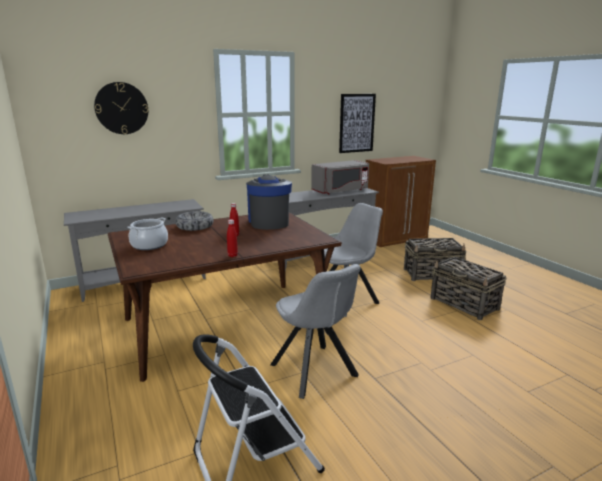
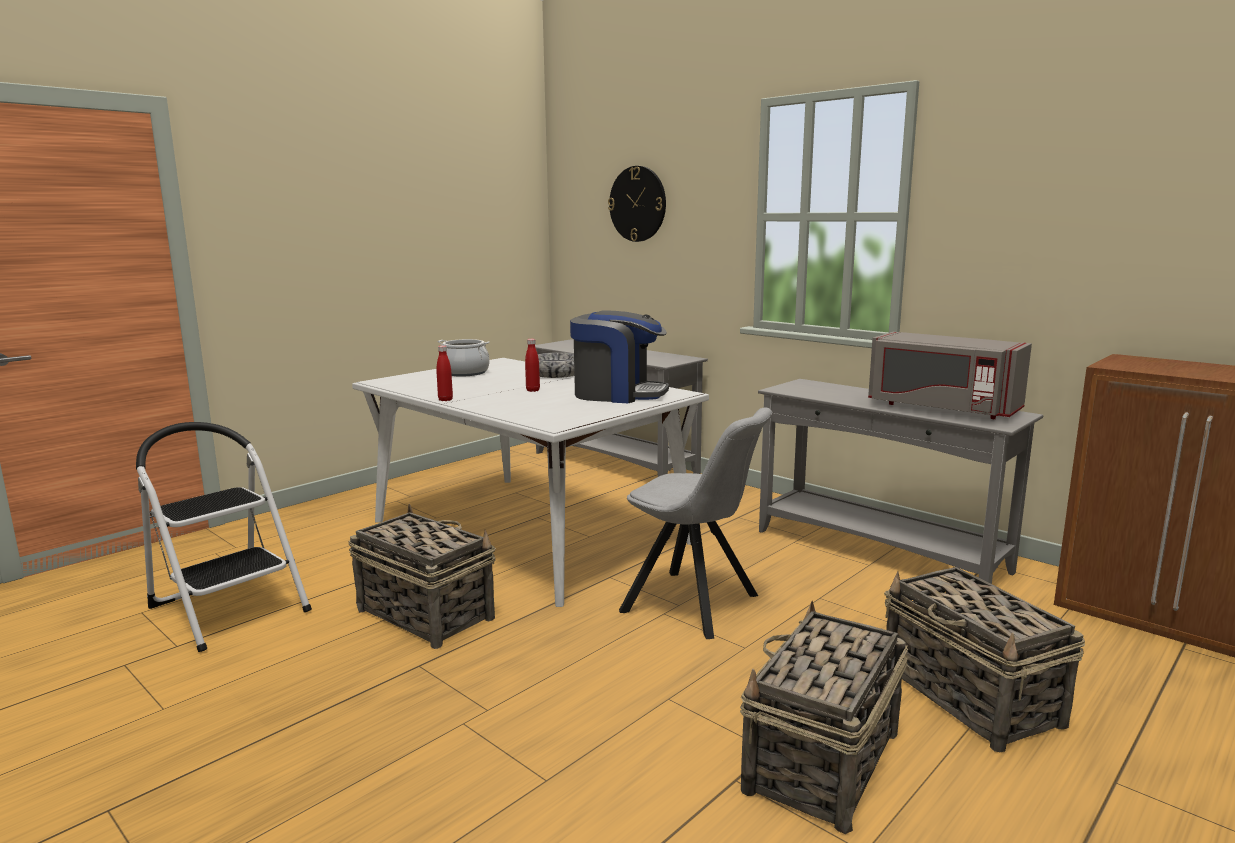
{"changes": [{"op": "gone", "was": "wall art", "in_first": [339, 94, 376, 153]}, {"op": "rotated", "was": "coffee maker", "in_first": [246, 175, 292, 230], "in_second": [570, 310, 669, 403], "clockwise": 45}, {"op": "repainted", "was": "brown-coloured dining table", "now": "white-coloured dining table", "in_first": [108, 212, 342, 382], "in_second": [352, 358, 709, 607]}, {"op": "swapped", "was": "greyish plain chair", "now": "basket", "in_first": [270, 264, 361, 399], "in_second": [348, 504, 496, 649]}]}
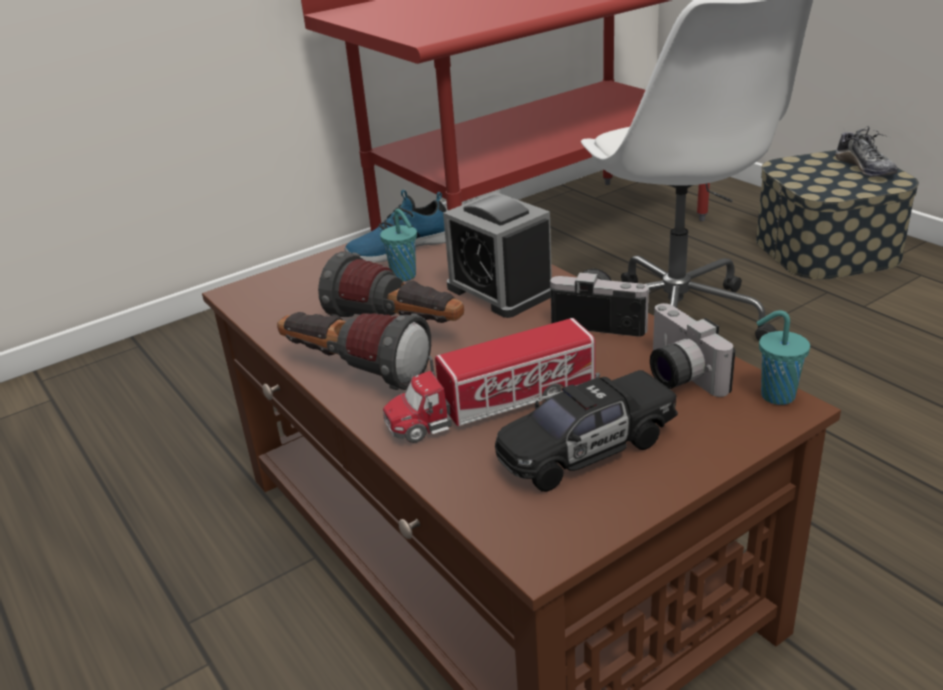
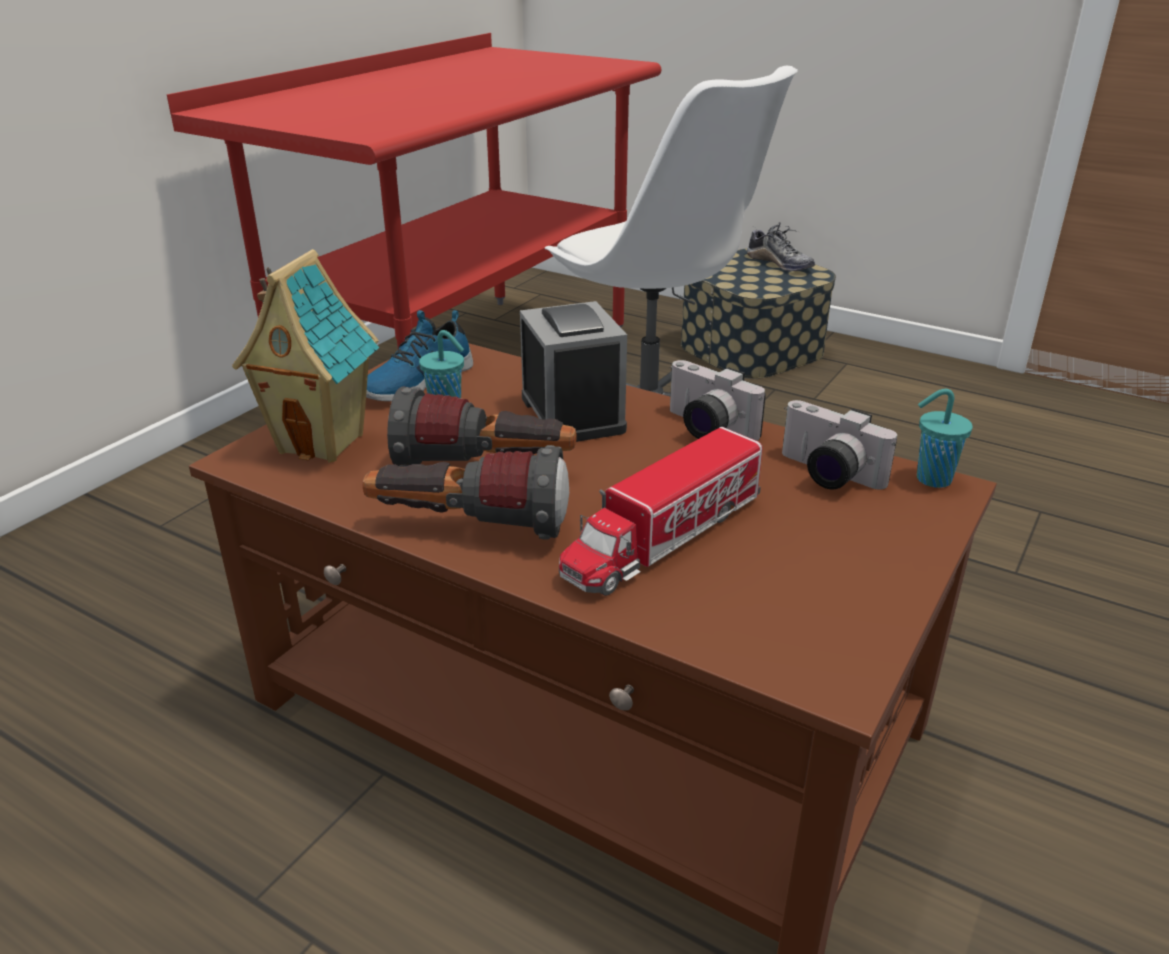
{"changes": [{"op": "rotated", "was": "bedside clock", "in_first": [443, 192, 552, 318], "in_second": [520, 301, 627, 442], "clockwise": -135}, {"op": "rotated", "was": "still camera", "in_first": [550, 269, 651, 337], "in_second": [670, 360, 766, 441], "clockwise": -135}, {"op": "gone", "was": "black-coloured model car", "in_first": [495, 370, 678, 492]}, {"op": "new", "now": "miniature house", "in_second": [232, 249, 379, 463]}]}
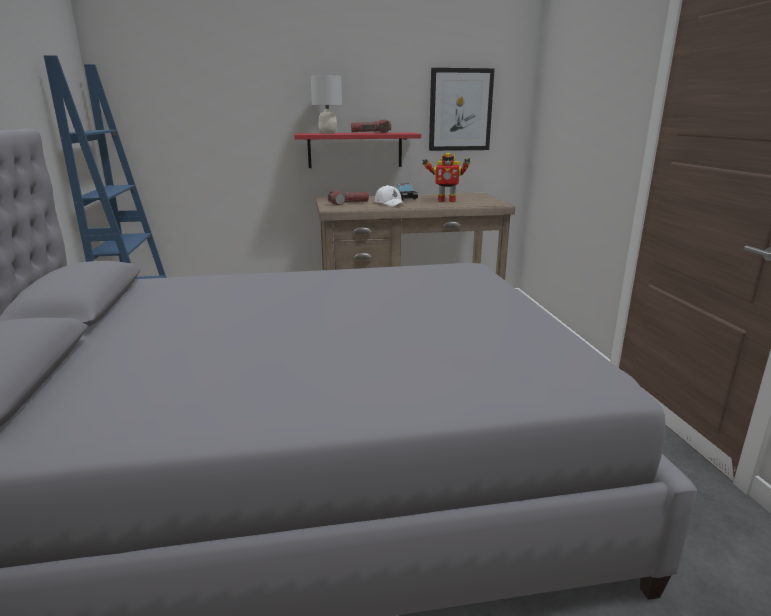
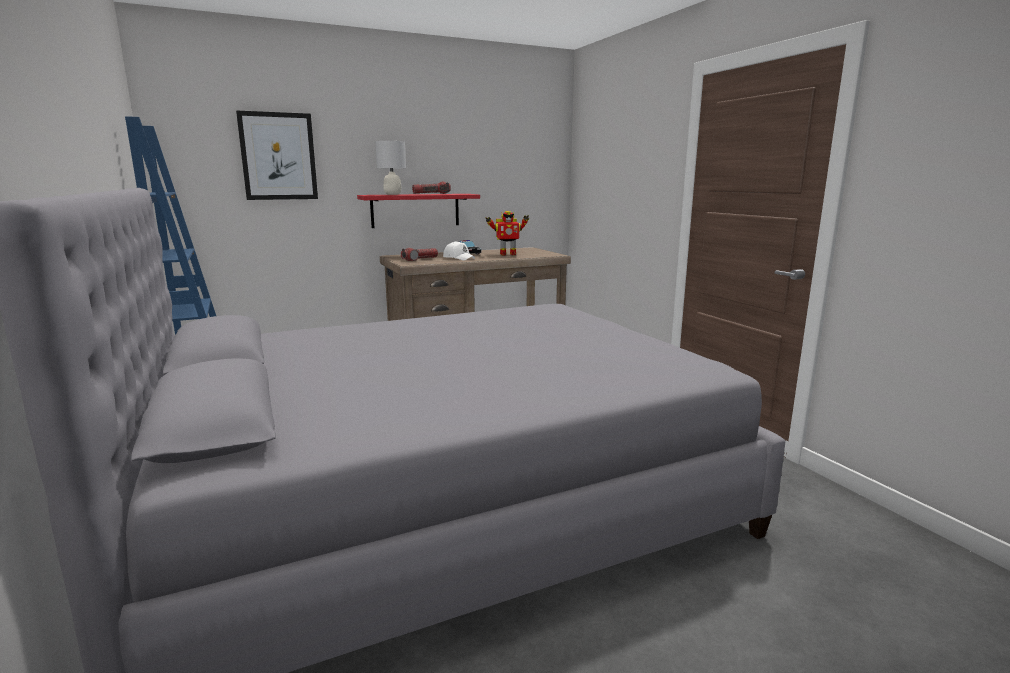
{"changes": [{"op": "shifted", "was": "wall art", "in_first": [429, 68, 495, 151], "in_second": [236, 110, 318, 200]}]}
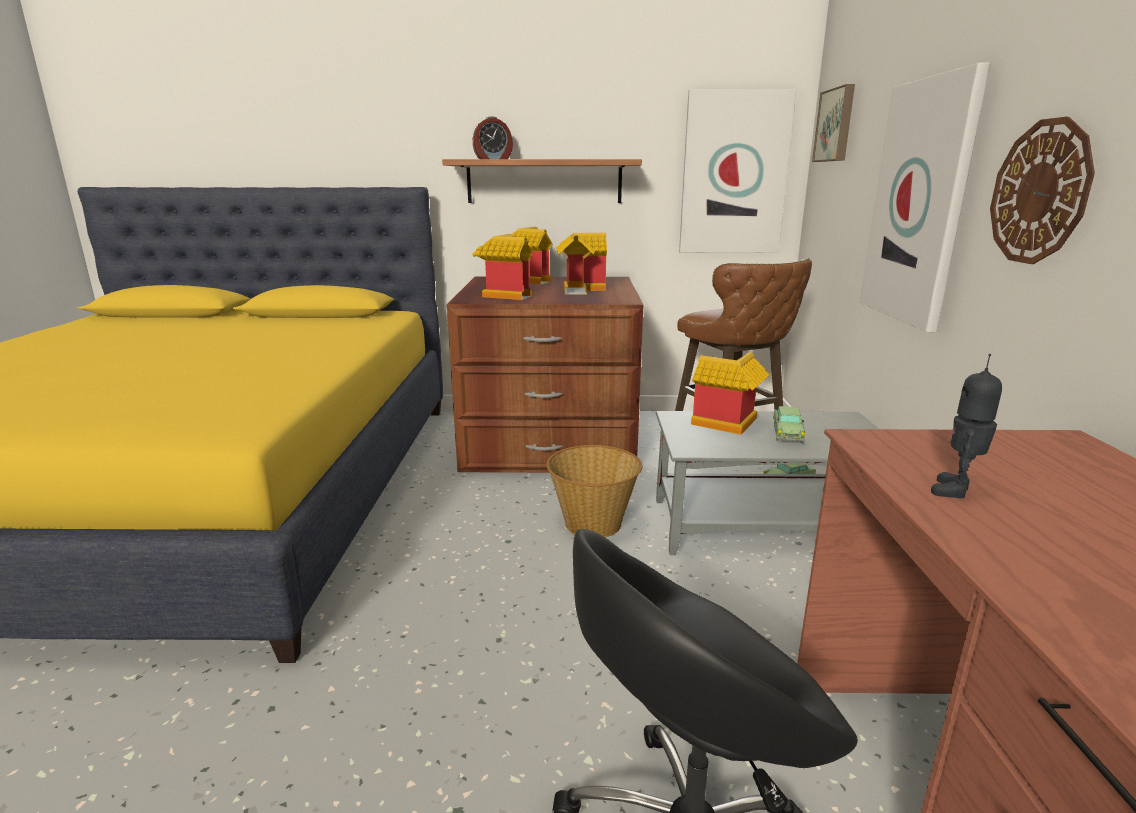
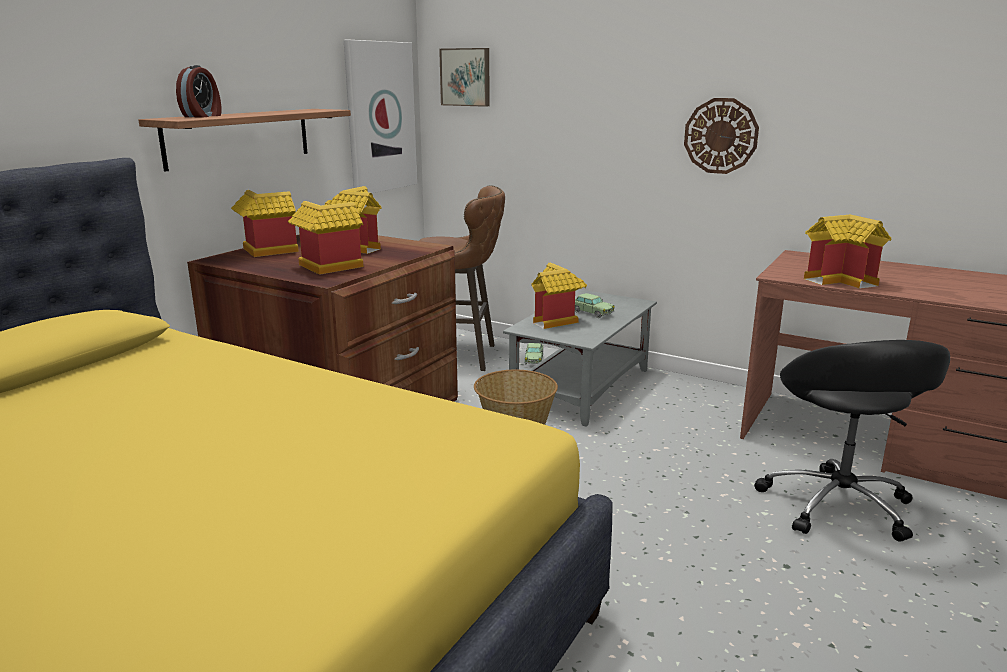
{"changes": [{"op": "gone", "was": "wall art", "in_first": [860, 62, 990, 332]}, {"op": "swapped", "was": "robot figure", "now": "miniature house", "in_first": [931, 354, 1002, 498], "in_second": [804, 215, 891, 289]}]}
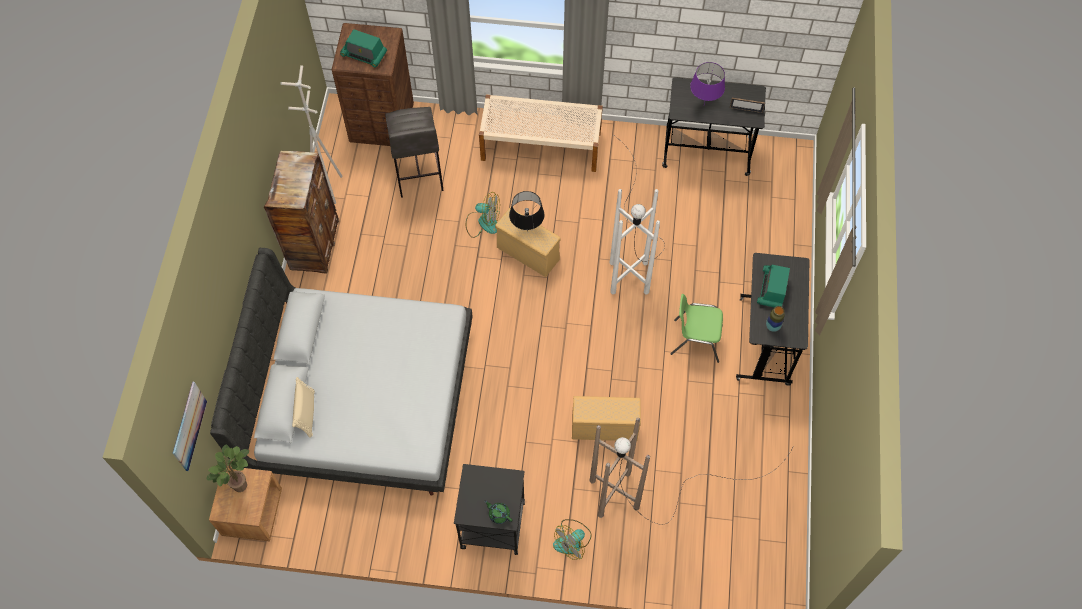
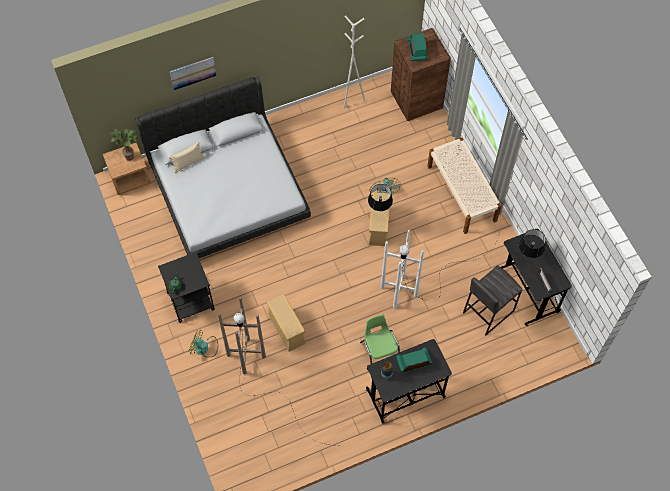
{"changes": [{"op": "repainted", "was": "purplish lamp for a table", "now": "black-coloured lamp for a table", "in_first": [690, 62, 725, 104], "in_second": [519, 229, 546, 258]}, {"op": "shifted", "was": "greyish stool seat", "in_first": [385, 107, 444, 198], "in_second": [463, 265, 523, 335]}, {"op": "gone", "was": "brown-coloured cupboard", "in_first": [264, 151, 339, 274]}, {"op": "shifted", "was": "wall art", "in_first": [173, 382, 207, 471], "in_second": [170, 57, 216, 90]}]}
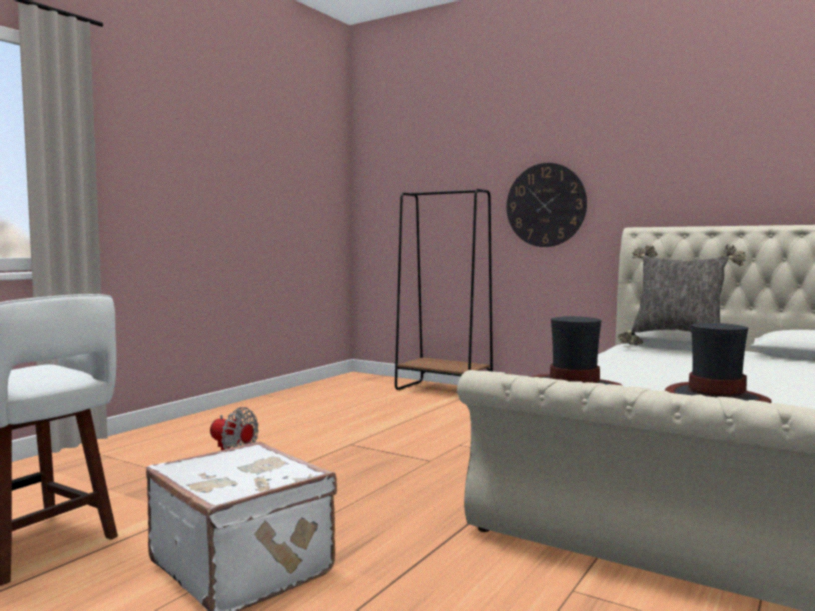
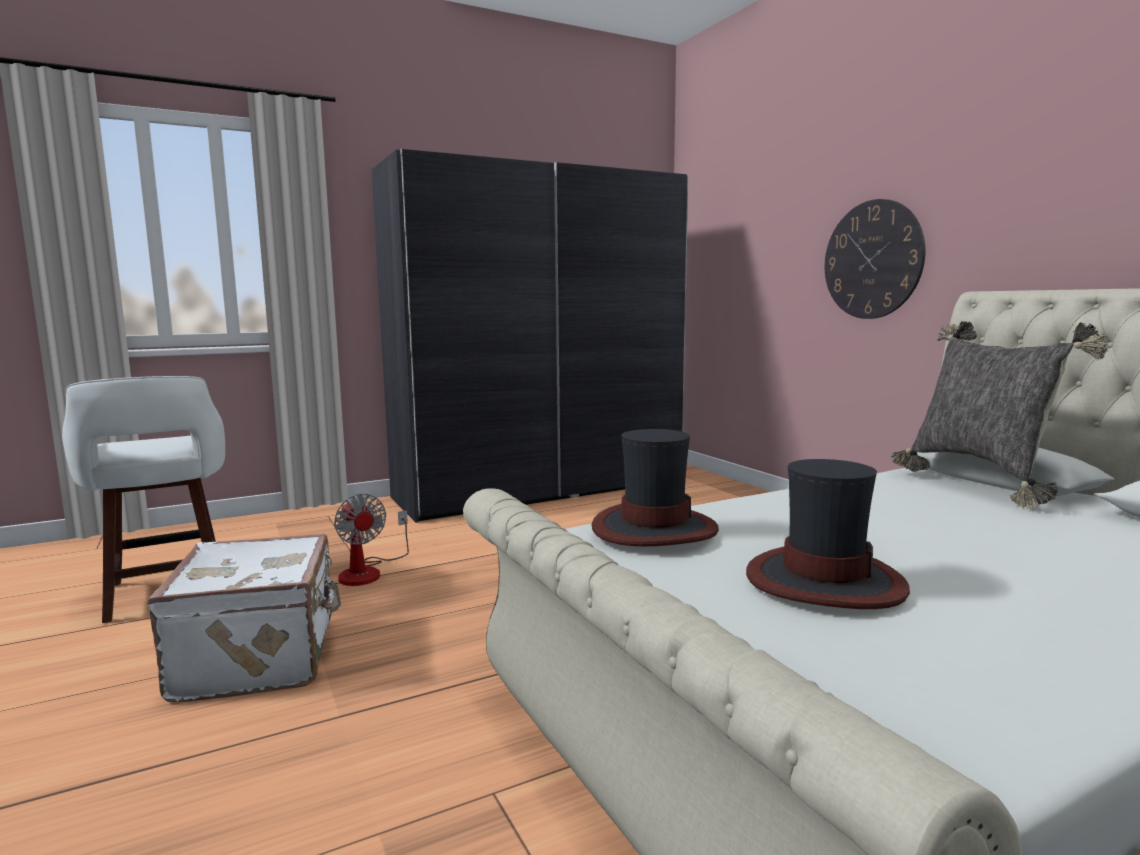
{"changes": [{"op": "gone", "was": "garment rack", "in_first": [395, 189, 493, 390]}, {"op": "new", "now": "greyish clothes cupboard", "in_second": [372, 149, 688, 523]}]}
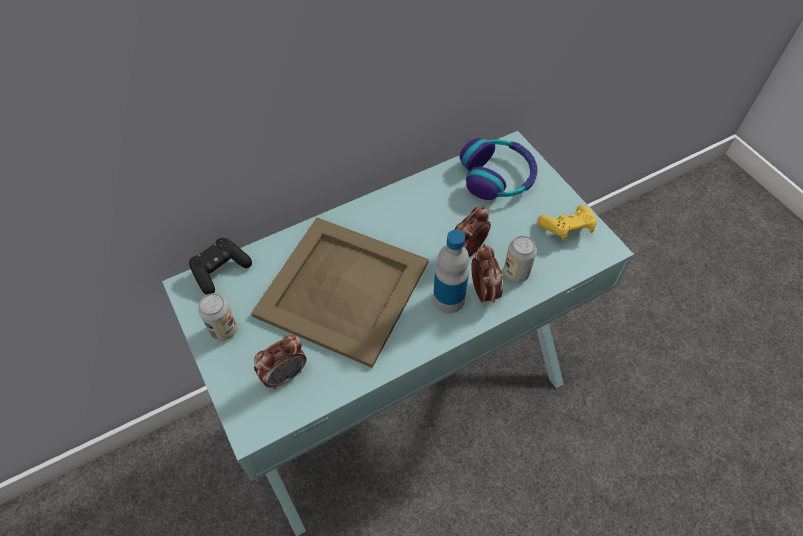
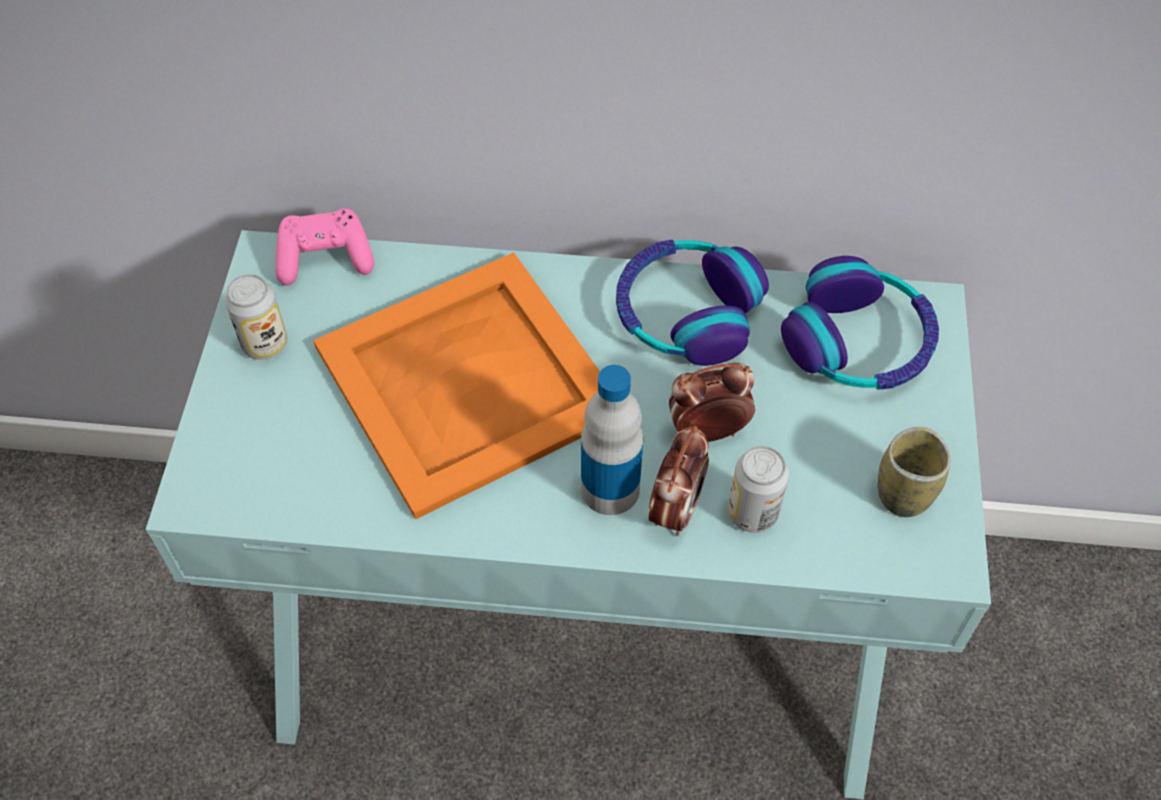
{"changes": [{"op": "swapped", "was": "yellow joypad", "now": "cup", "in_first": [537, 205, 597, 241], "in_second": [878, 427, 950, 517]}, {"op": "repainted", "was": "beige serving tray", "now": "orangey serving tray", "in_first": [251, 217, 429, 368], "in_second": [313, 252, 600, 520]}, {"op": "repainted", "was": "black-coloured joypad", "now": "pink joypad", "in_first": [189, 238, 252, 295], "in_second": [275, 208, 374, 286]}, {"op": "gone", "was": "bedside clock", "in_first": [254, 335, 306, 389]}, {"op": "new", "now": "pair of headphones", "in_second": [616, 240, 769, 366]}]}
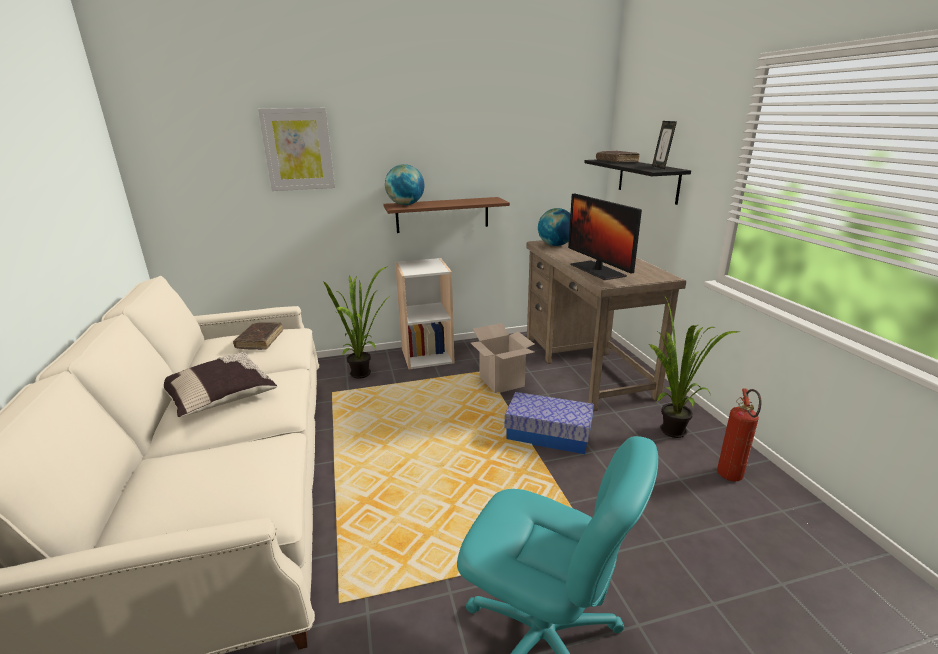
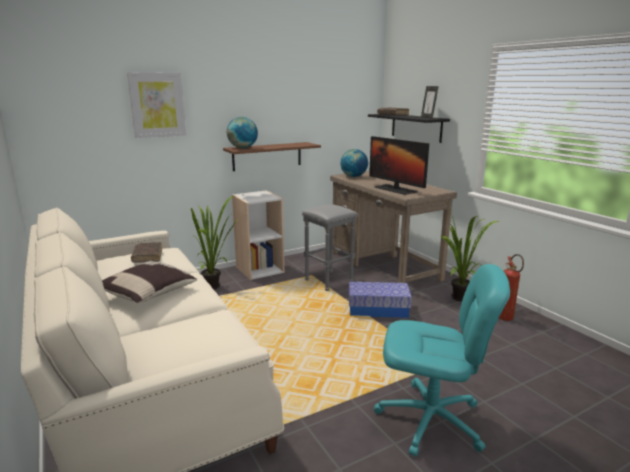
{"changes": [{"op": "swapped", "was": "cardboard box", "now": "greyish stool seat", "in_first": [471, 323, 535, 393], "in_second": [302, 204, 358, 291]}]}
